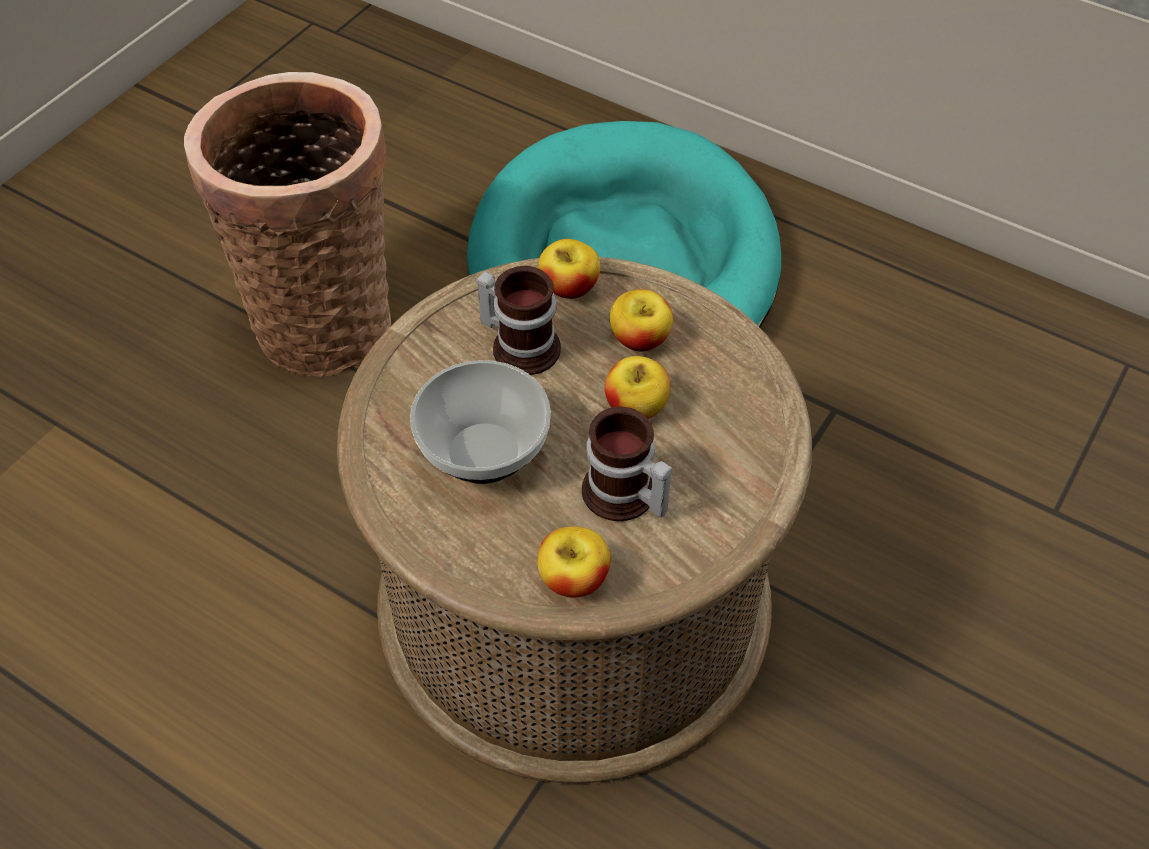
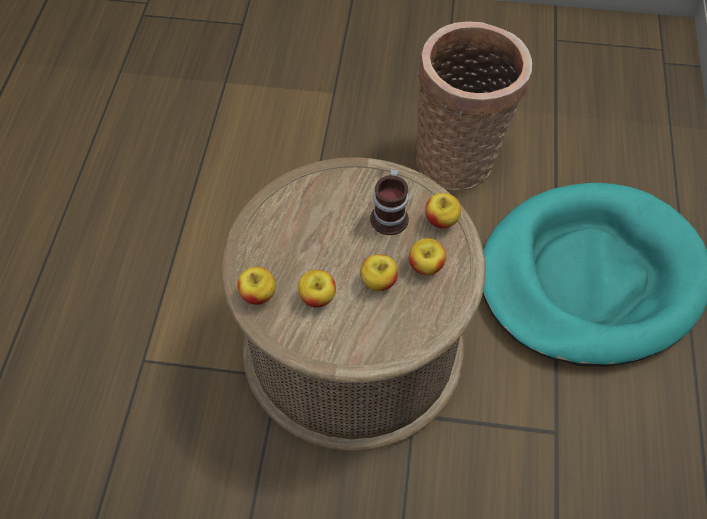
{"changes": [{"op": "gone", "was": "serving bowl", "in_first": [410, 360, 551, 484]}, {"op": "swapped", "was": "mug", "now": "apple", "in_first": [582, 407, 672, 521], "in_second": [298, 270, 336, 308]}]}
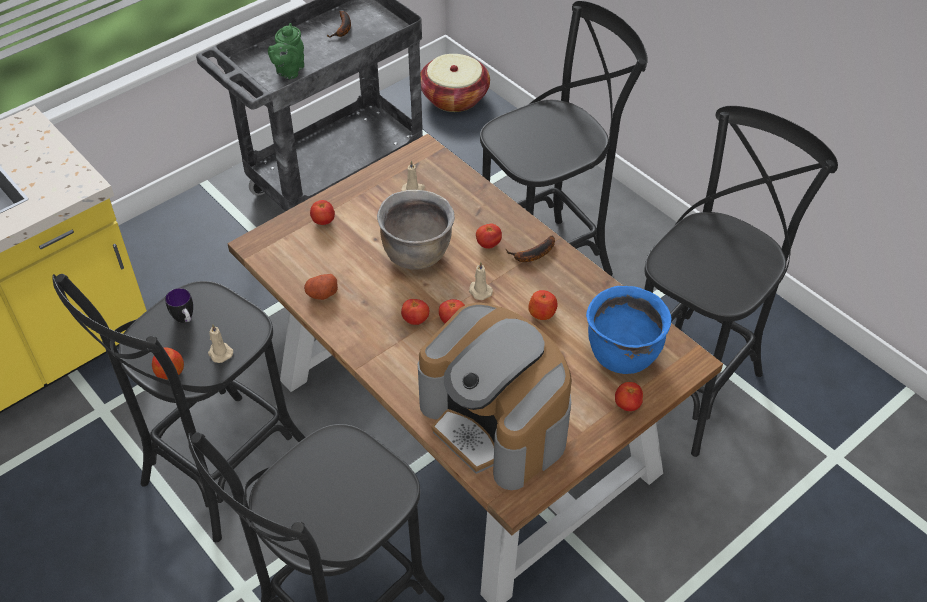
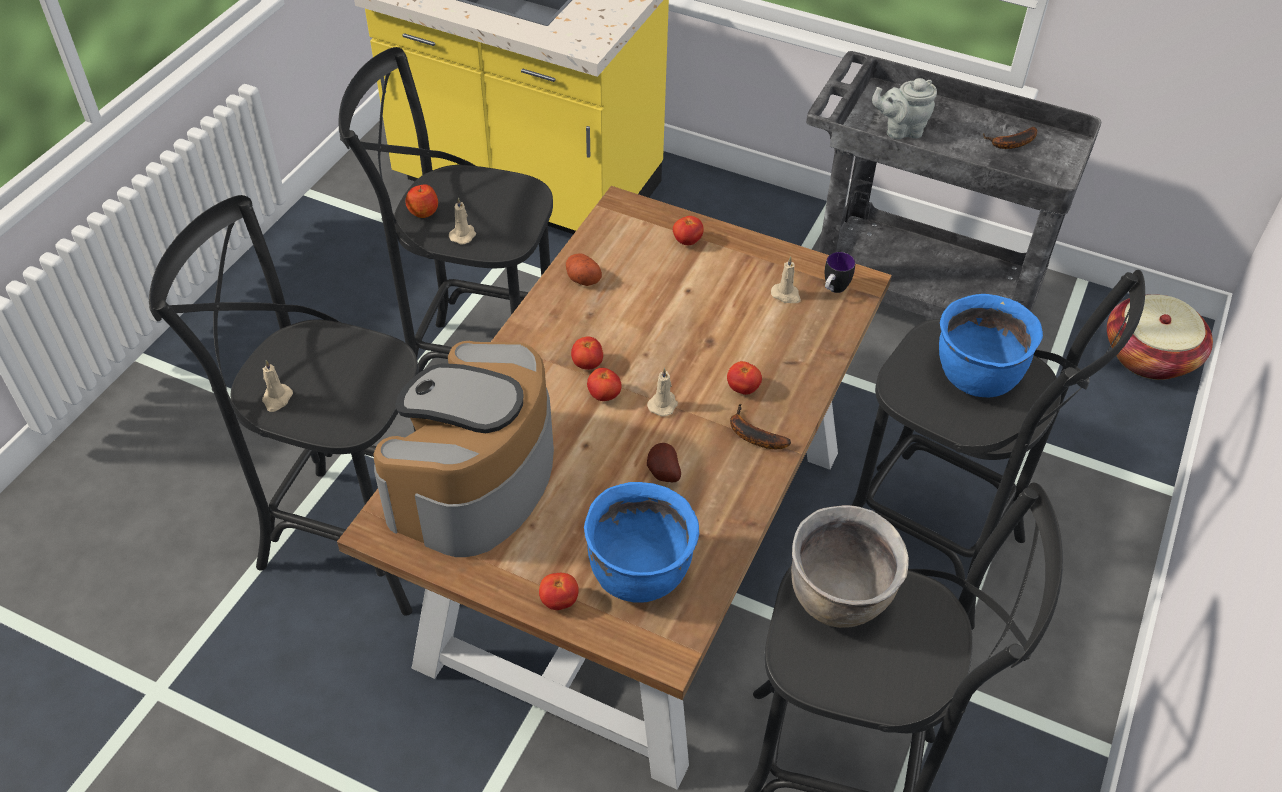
{"changes": [{"op": "repainted", "was": "green-coloured tea pot", "now": "greyish tea pot", "in_first": [268, 23, 304, 79], "in_second": [872, 78, 937, 139]}, {"op": "shifted", "was": "brown-coloured stockpot", "in_first": [377, 190, 455, 270], "in_second": [791, 505, 909, 628]}, {"op": "shifted", "was": "mug", "in_first": [165, 288, 193, 323], "in_second": [825, 252, 855, 293]}, {"op": "swapped", "was": "apple", "now": "potato", "in_first": [528, 290, 558, 320], "in_second": [647, 443, 681, 482]}, {"op": "new", "now": "blue stockpot", "in_second": [939, 294, 1043, 397]}, {"op": "new", "now": "beige wax candle", "in_second": [262, 360, 293, 412]}]}
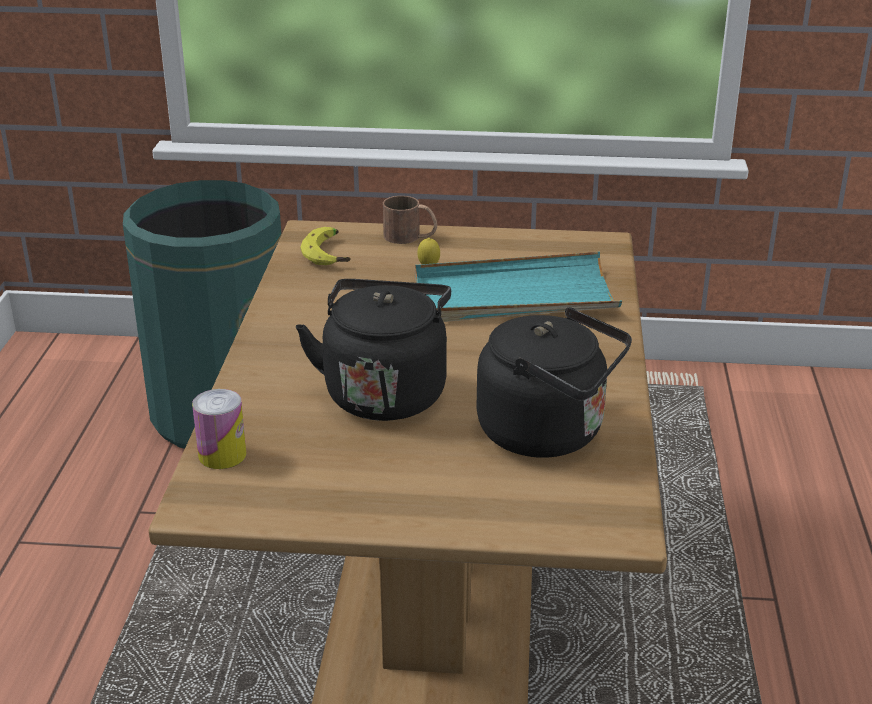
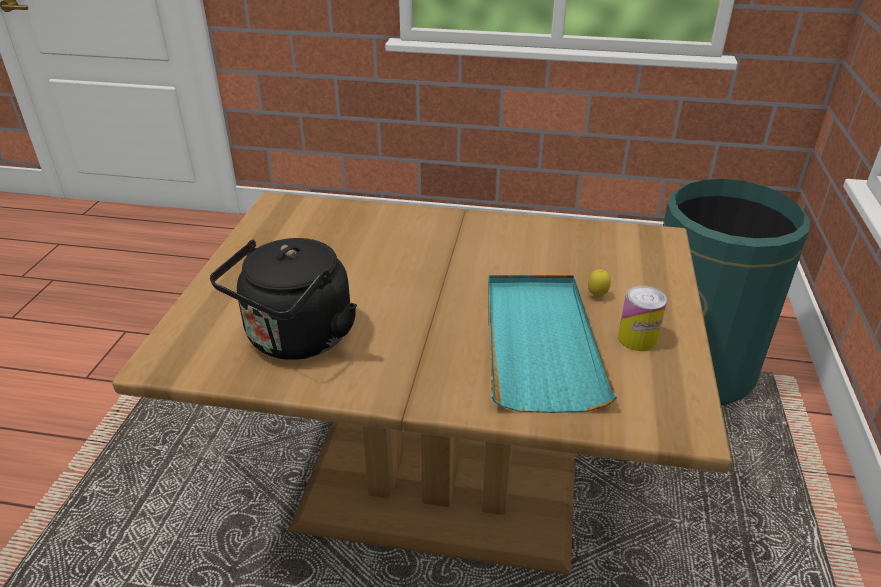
{"changes": [{"op": "gone", "was": "brown-coloured mug", "in_first": [383, 196, 437, 244]}, {"op": "gone", "was": "banana fruit", "in_first": [300, 227, 350, 265]}, {"op": "gone", "was": "black-coloured kettle", "in_first": [296, 279, 451, 421]}, {"op": "shifted", "was": "metal can", "in_first": [192, 389, 246, 469], "in_second": [618, 286, 667, 351]}]}
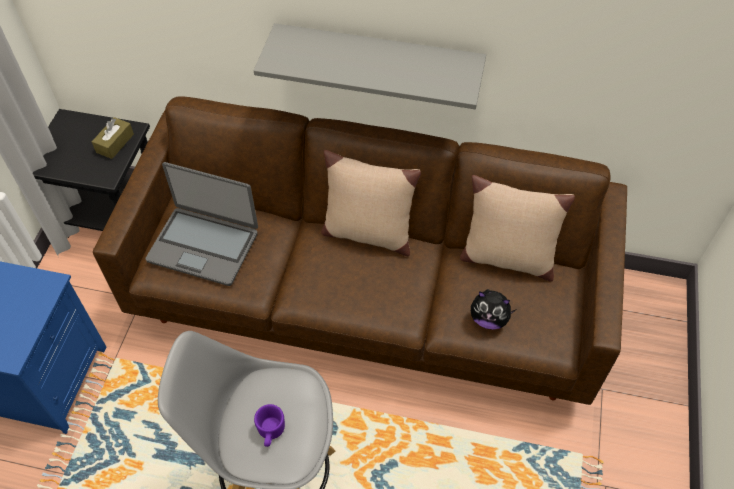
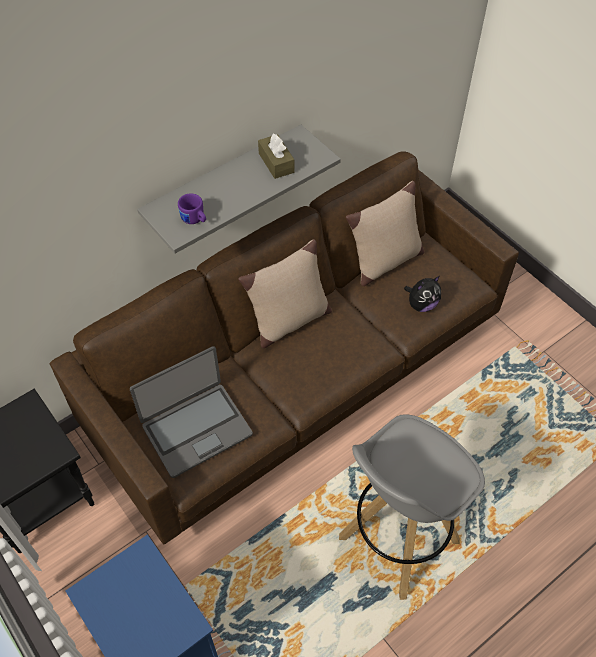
{"changes": [{"op": "shifted", "was": "brown-coloured tissue holder", "in_first": [92, 117, 134, 159], "in_second": [258, 133, 294, 179]}, {"op": "shifted", "was": "purplish mug", "in_first": [254, 404, 285, 447], "in_second": [178, 193, 206, 224]}]}
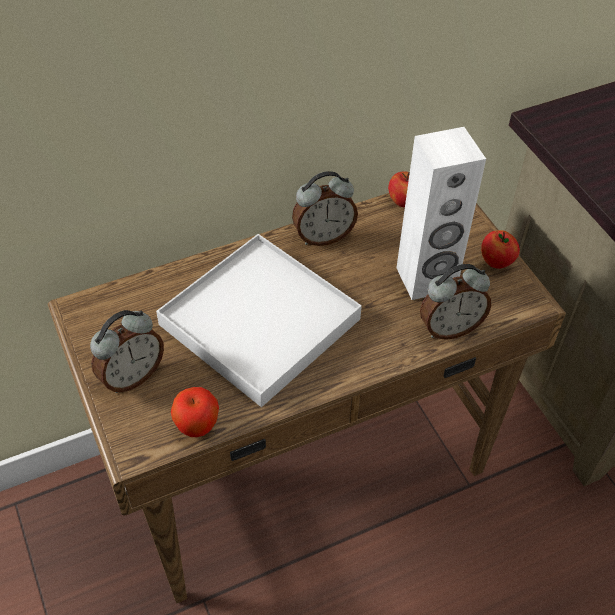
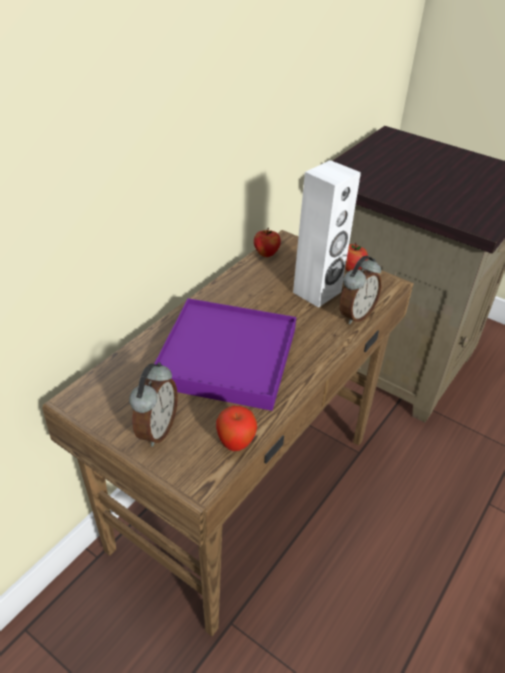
{"changes": [{"op": "gone", "was": "bedside clock", "in_first": [292, 171, 358, 246]}, {"op": "repainted", "was": "white-coloured serving tray", "now": "purplish serving tray", "in_first": [156, 234, 362, 407], "in_second": [154, 298, 296, 411]}]}
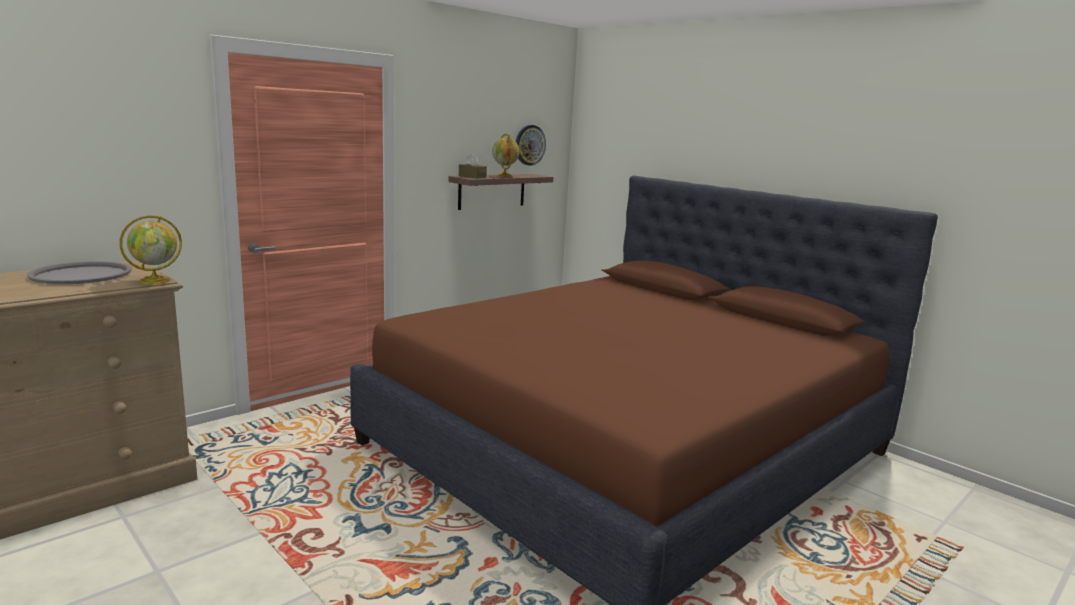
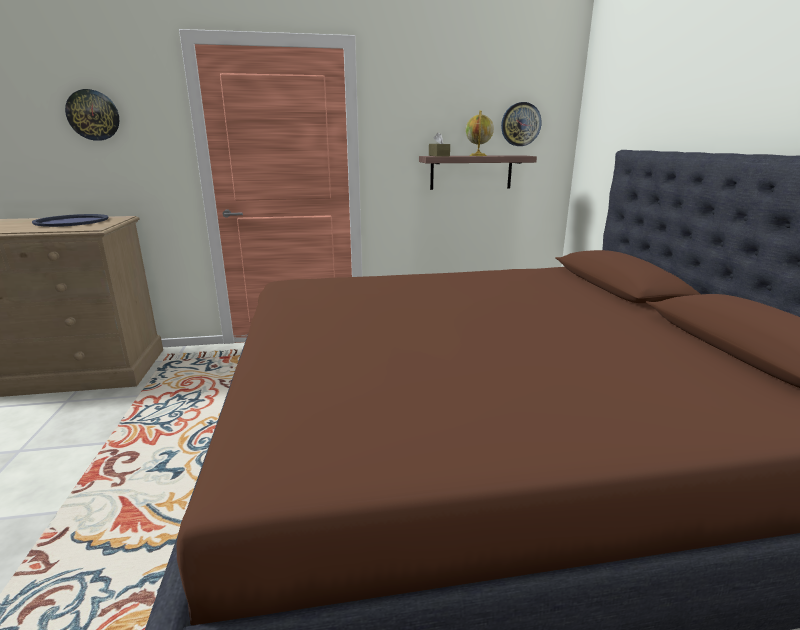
{"changes": [{"op": "gone", "was": "globe", "in_first": [119, 215, 182, 284]}, {"op": "repainted", "was": "greyish serving tray", "now": "blue serving tray", "in_first": [27, 261, 132, 284], "in_second": [32, 214, 109, 227]}, {"op": "new", "now": "hanging clock", "in_second": [65, 89, 119, 141]}]}
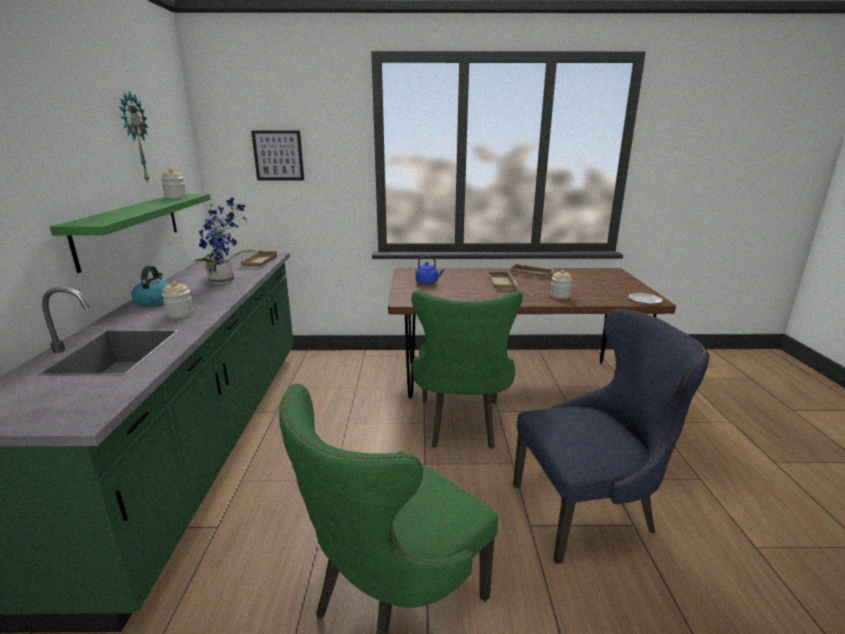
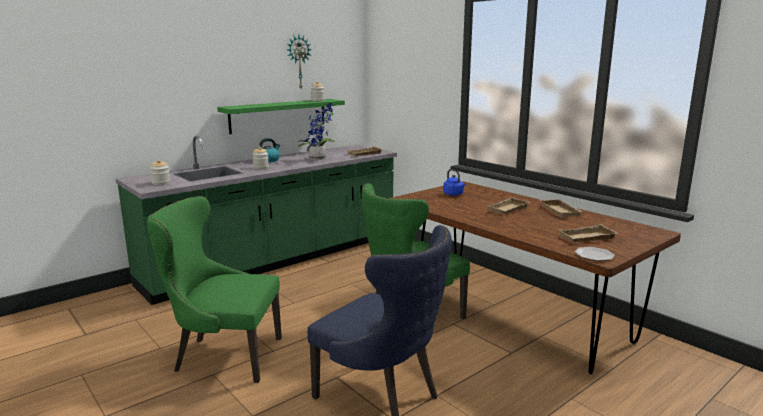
{"changes": [{"op": "gone", "was": "wall art", "in_first": [251, 130, 304, 181]}, {"op": "shifted", "was": "jar", "in_first": [550, 270, 572, 299], "in_second": [150, 160, 170, 185]}, {"op": "new", "now": "beige serving tray", "in_second": [559, 224, 617, 242]}]}
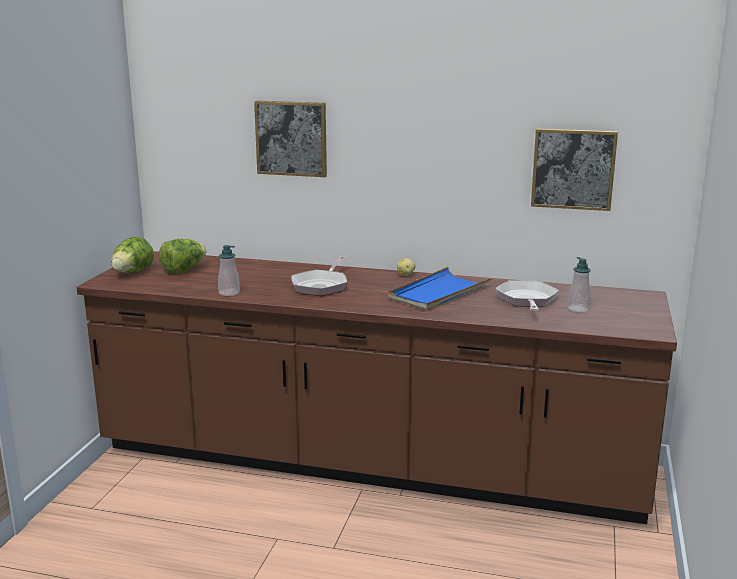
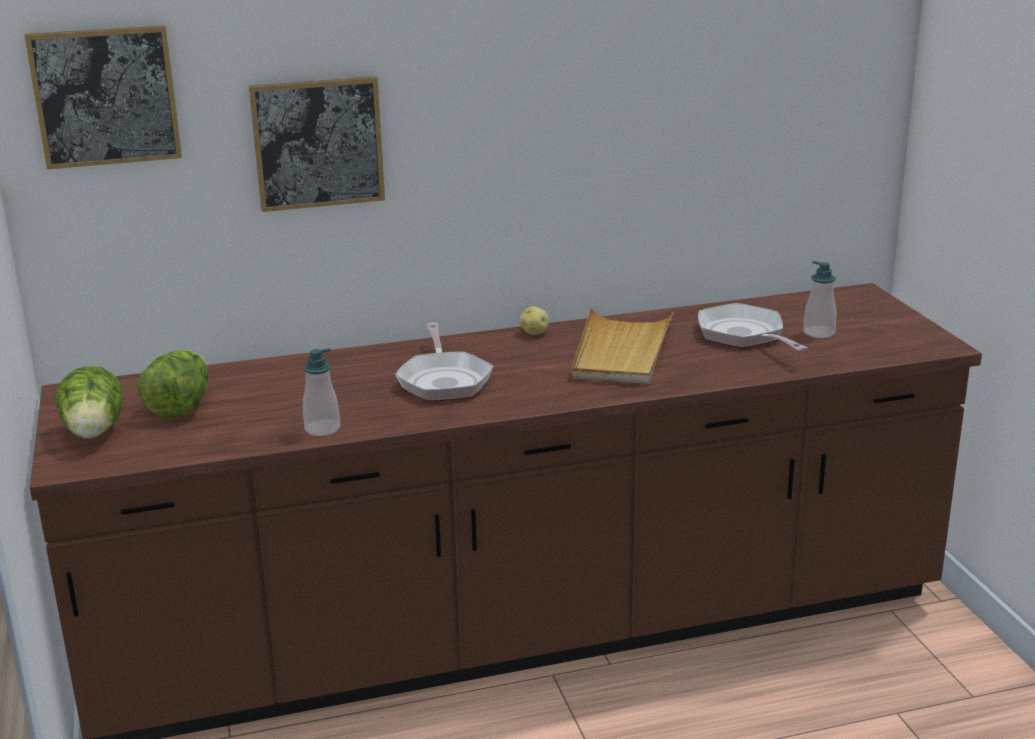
{"changes": [{"op": "shifted", "was": "wall art", "in_first": [531, 128, 618, 211], "in_second": [25, 25, 182, 169]}, {"op": "repainted", "was": "blue serving tray", "now": "beige serving tray", "in_first": [388, 267, 492, 311], "in_second": [571, 307, 674, 384]}]}
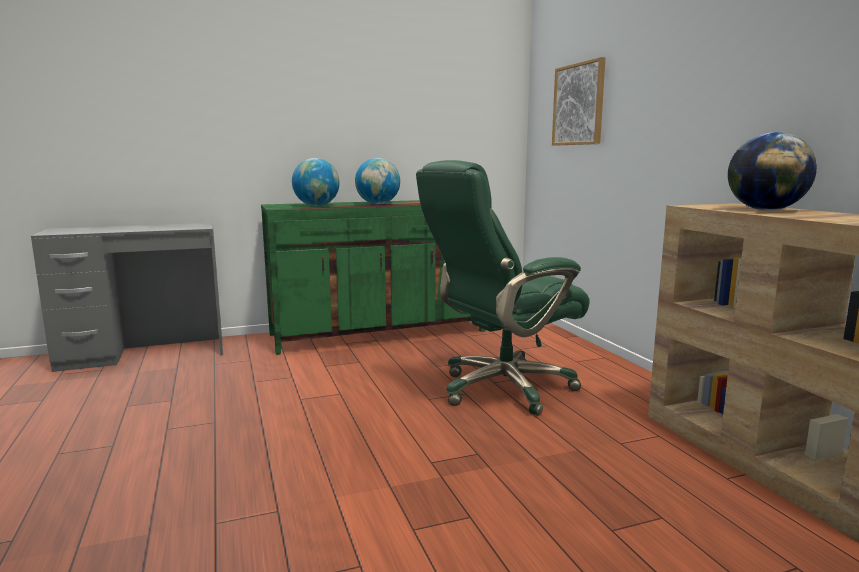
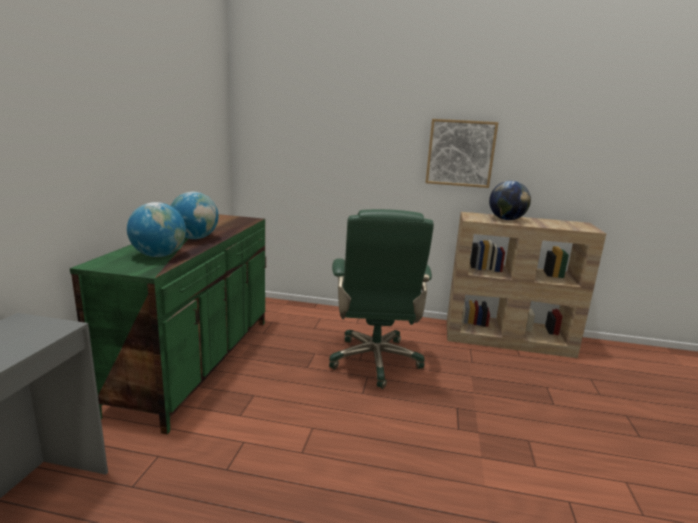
{"changes": [{"op": "shifted", "was": "wall art", "in_first": [552, 57, 605, 146], "in_second": [426, 119, 499, 188]}]}
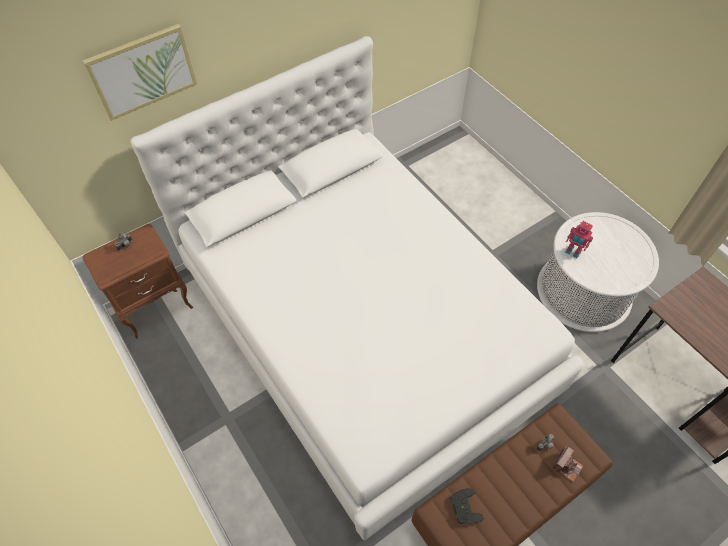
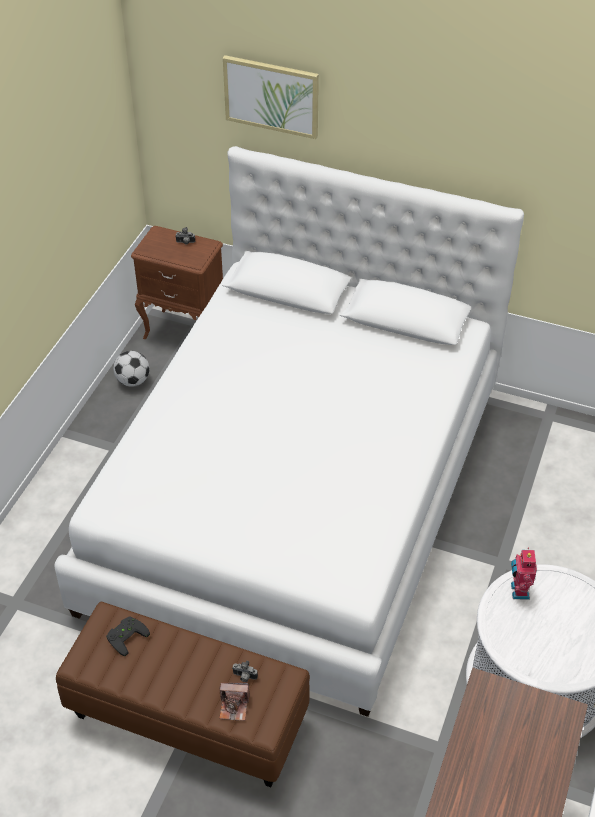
{"changes": [{"op": "new", "now": "football ball", "in_second": [113, 351, 149, 387]}]}
